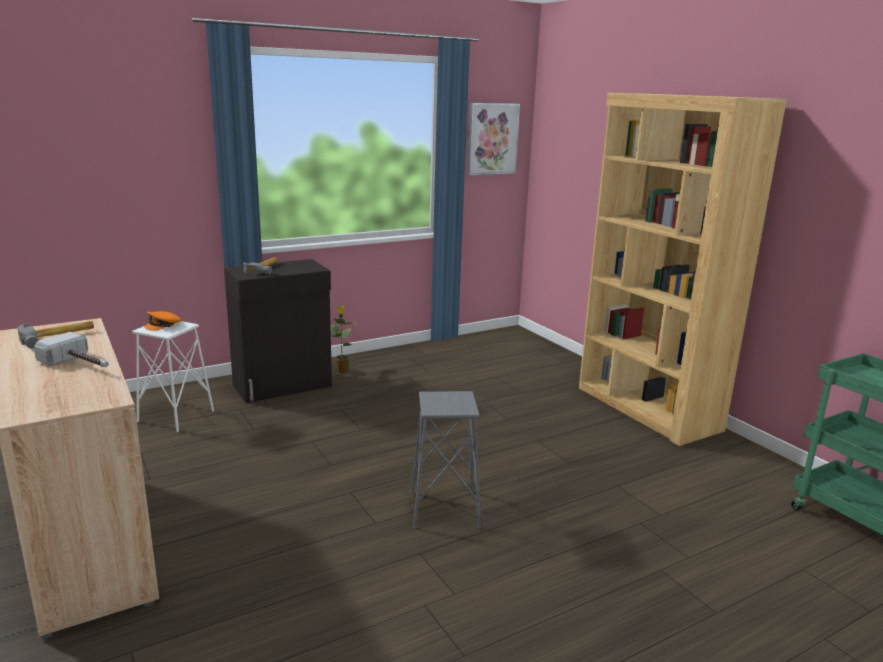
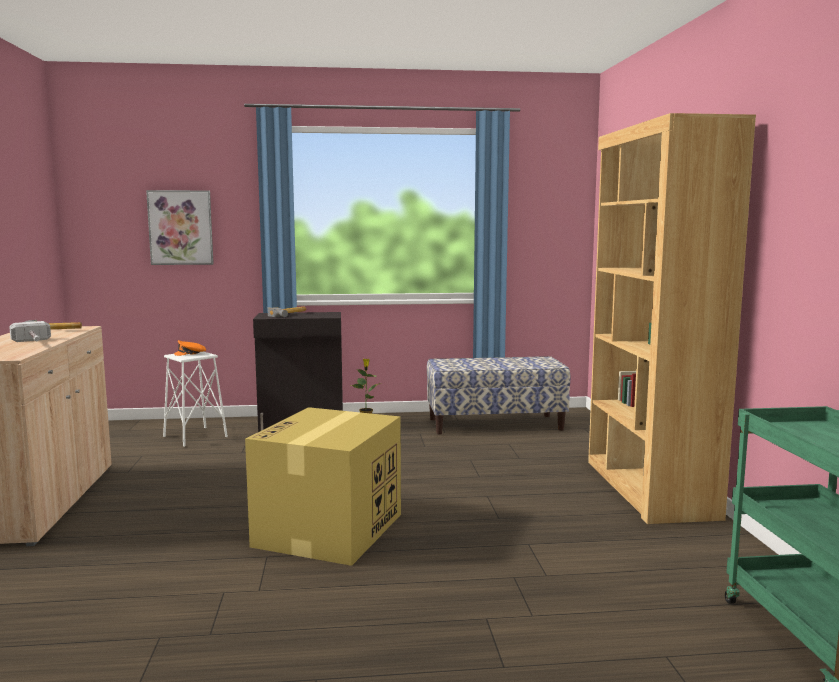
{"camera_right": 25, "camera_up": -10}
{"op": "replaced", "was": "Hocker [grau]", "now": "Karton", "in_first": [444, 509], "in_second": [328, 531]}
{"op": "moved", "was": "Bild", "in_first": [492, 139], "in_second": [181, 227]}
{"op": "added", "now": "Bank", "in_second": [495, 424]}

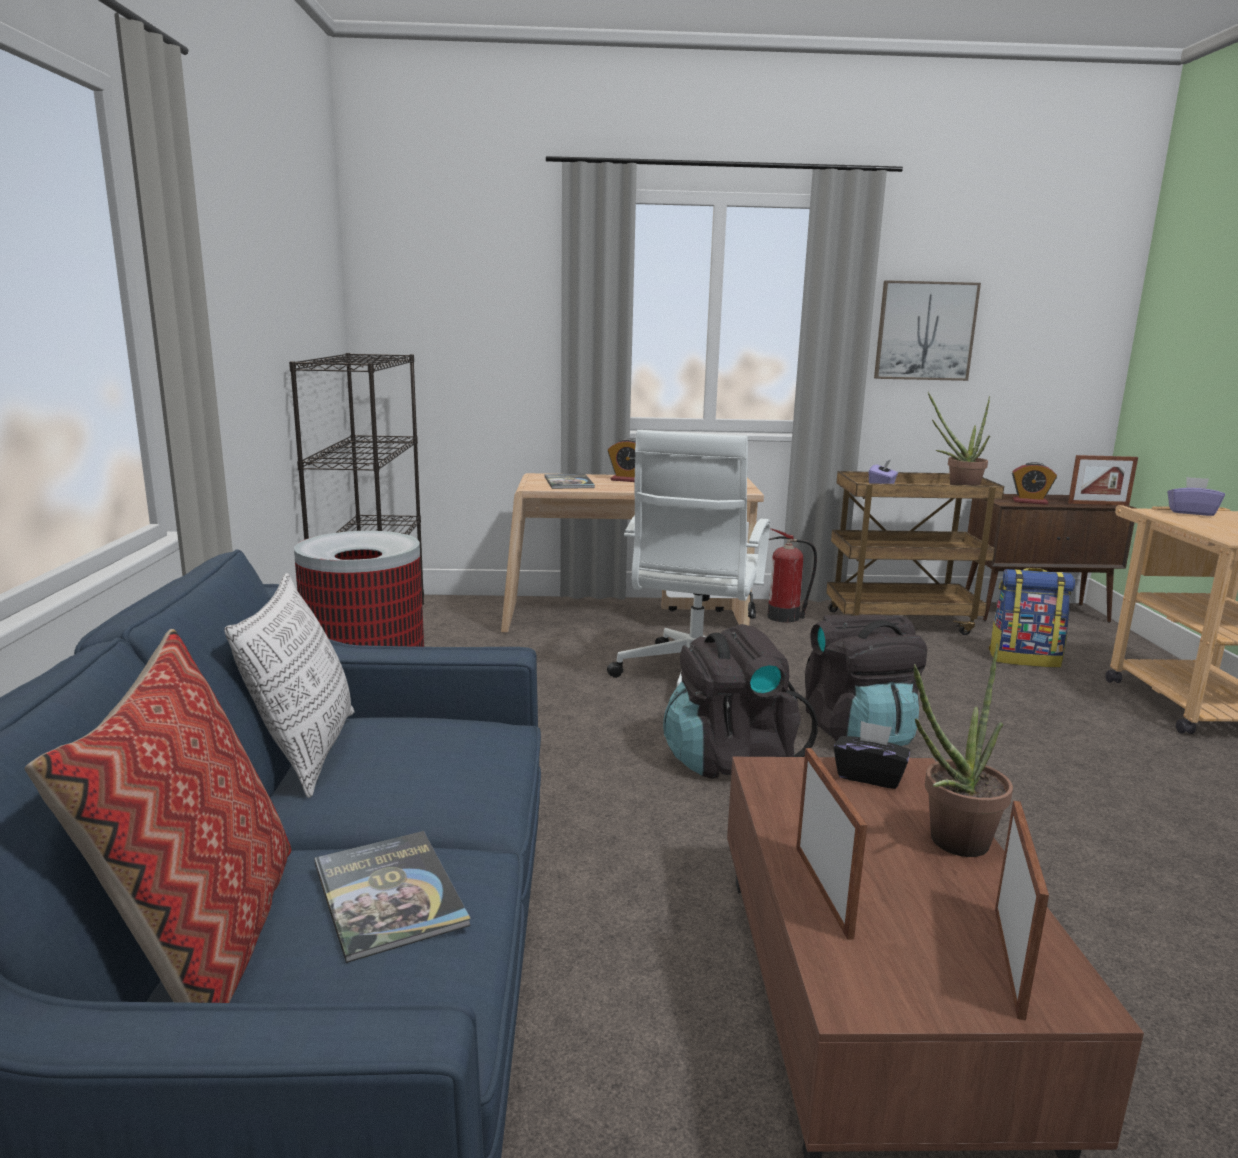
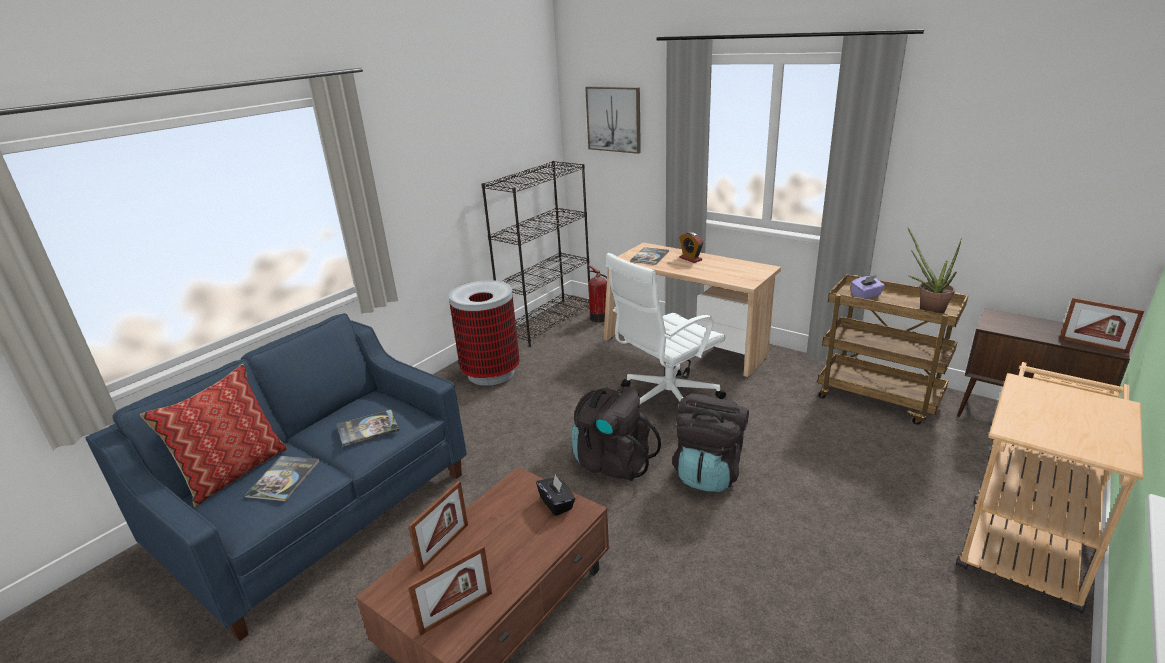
{"camera_right": 40, "camera_up": 10}
{"op": "removed", "was": "Kissen", "in_first": [306, 753]}
{"op": "moved", "was": "Feuerlöscher", "in_first": [785, 617], "in_second": [600, 318]}
{"op": "moved", "was": "Bild", "in_first": [925, 331], "in_second": [614, 119]}
{"op": "removed", "was": "Topfpflanze", "in_first": [950, 844]}
{"op": "removed", "was": "Rucksack", "in_first": [1024, 659]}
{"op": "removed", "was": "Wecker", "in_first": [1030, 502]}
{"op": "removed", "was": "Taschentuchbox [lila]", "in_first": [1191, 512]}
{"op": "added", "now": "Buch", "in_second": [368, 428]}

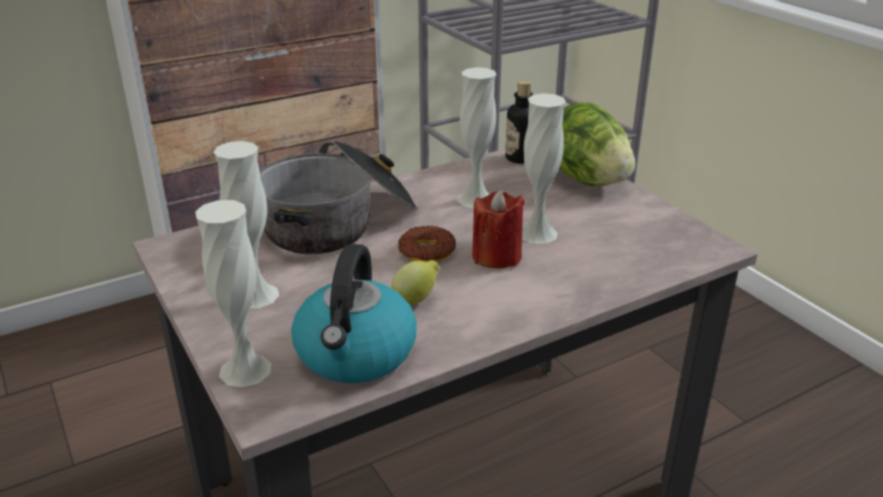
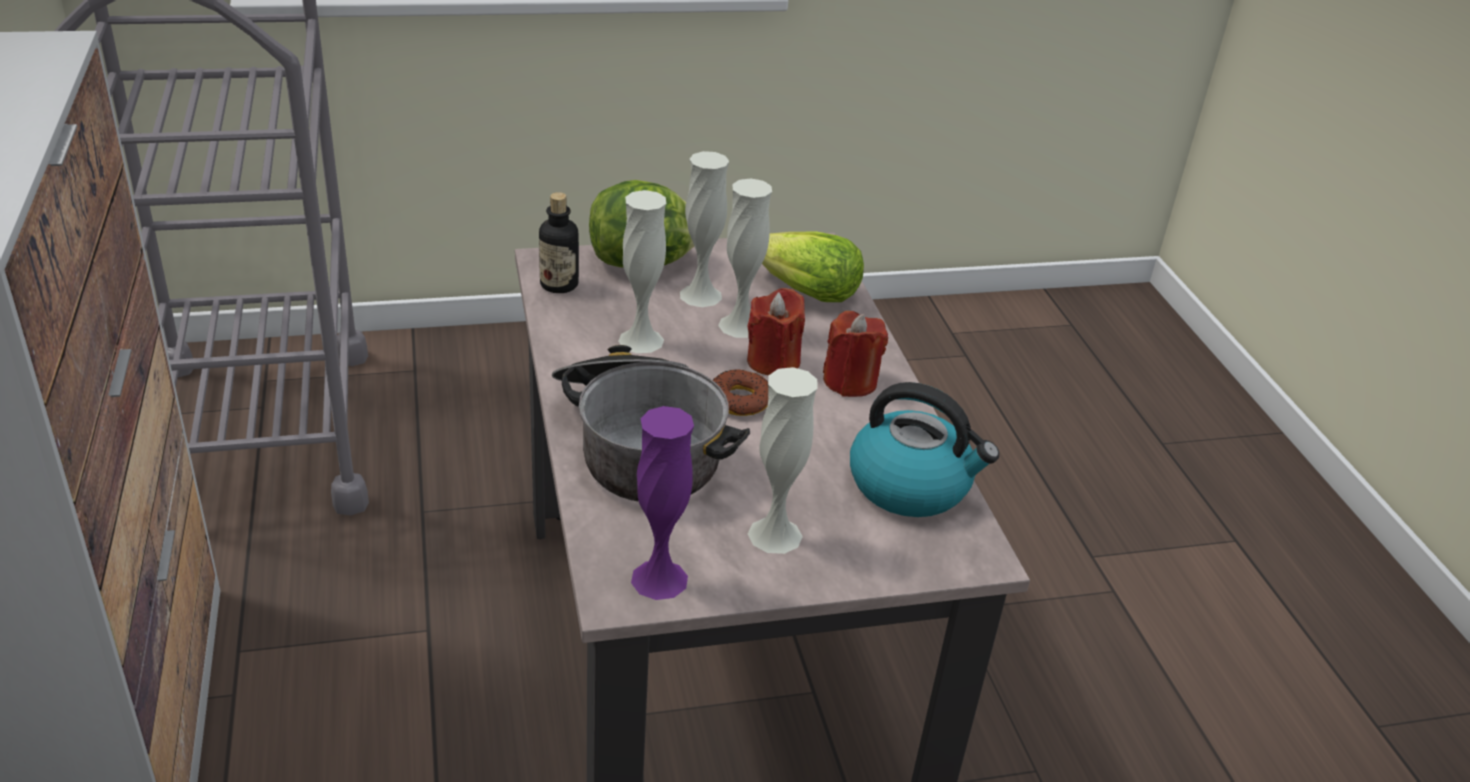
{"camera_right": -75, "camera_up": 5}
{"op": "moved", "was": "Vase [weiß]", "in_first": [245, 370], "in_second": [700, 295]}
{"op": "removed", "was": "Zitrone", "in_first": [416, 299]}
{"op": "added", "now": "Vase [lila]", "in_second": [659, 579]}
{"op": "added", "now": "Salatkopf", "in_second": [805, 292]}
{"op": "added", "now": "Kerze [rot]", "in_second": [850, 381]}

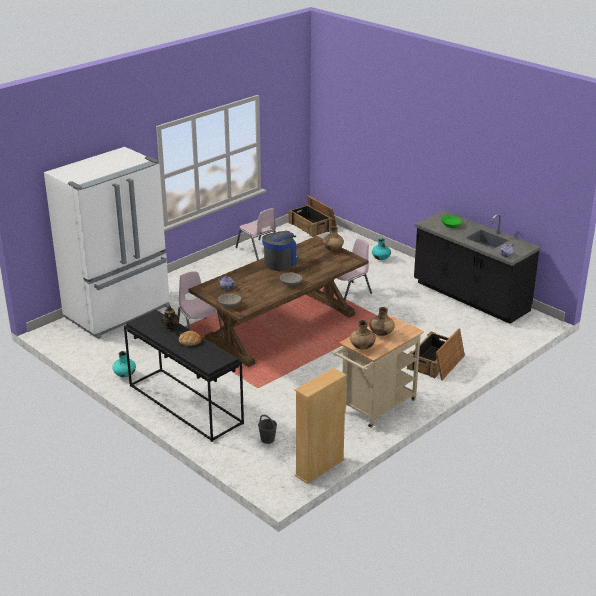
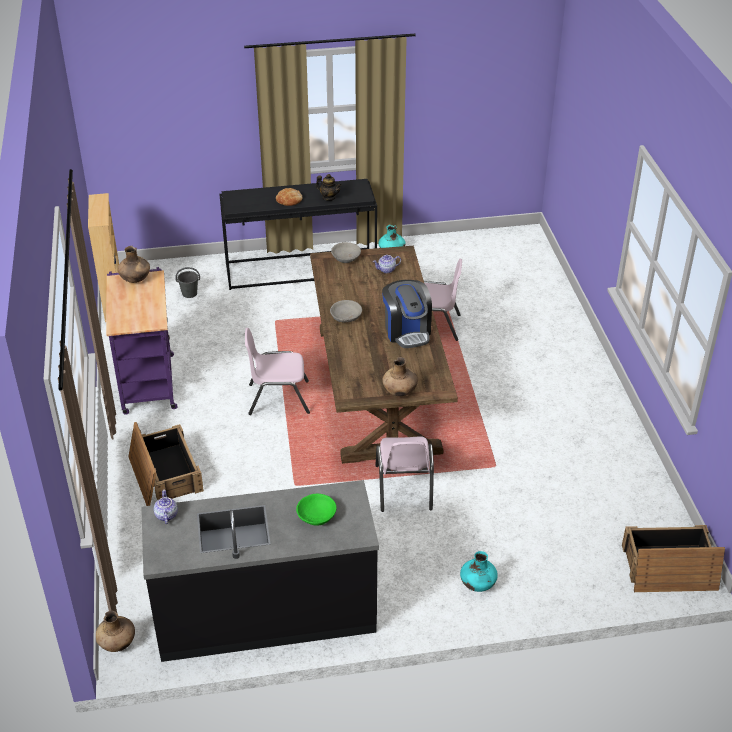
{"camera_right": 125, "camera_up": 10}
{"op": "removed", "was": "Kühlschrank [weiß]", "in_first": [119, 312]}
{"op": "moved", "was": "Stuhl [rosa]", "in_first": [258, 250], "in_second": [278, 398]}
{"op": "recoloured", "was": "Rollwagen [beige]", "now": "Rollwagen [lila]", "in_first": [375, 408], "in_second": [148, 380]}
{"op": "moved", "was": "Vase [braun]", "in_first": [381, 334], "in_second": [117, 643]}

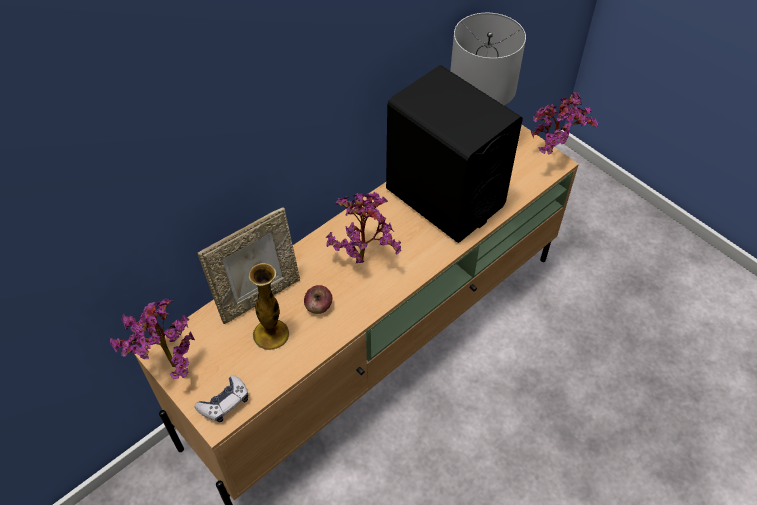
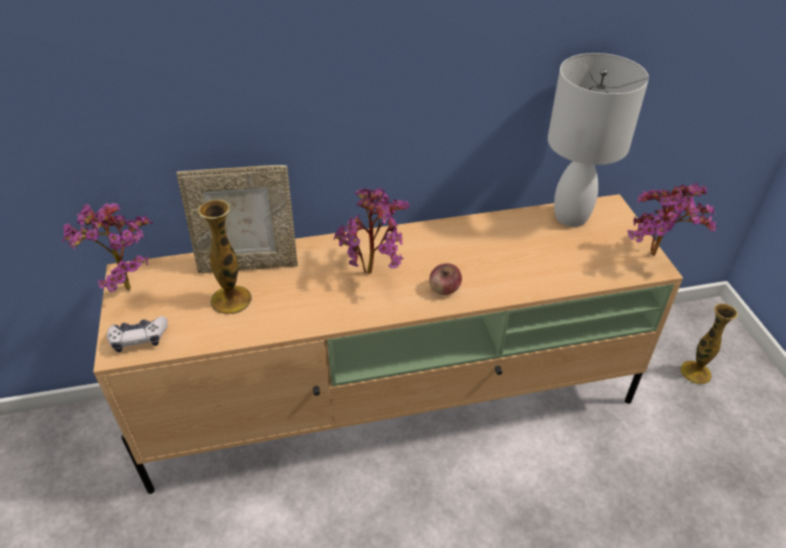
{"camera_right": 30, "camera_up": -10}
{"op": "moved", "was": "Apfel", "in_first": [318, 306], "in_second": [444, 289]}
{"op": "removed", "was": "Lautsprecher [schwarz]", "in_first": [444, 197]}
{"op": "added", "now": "Vase", "in_second": [695, 372]}

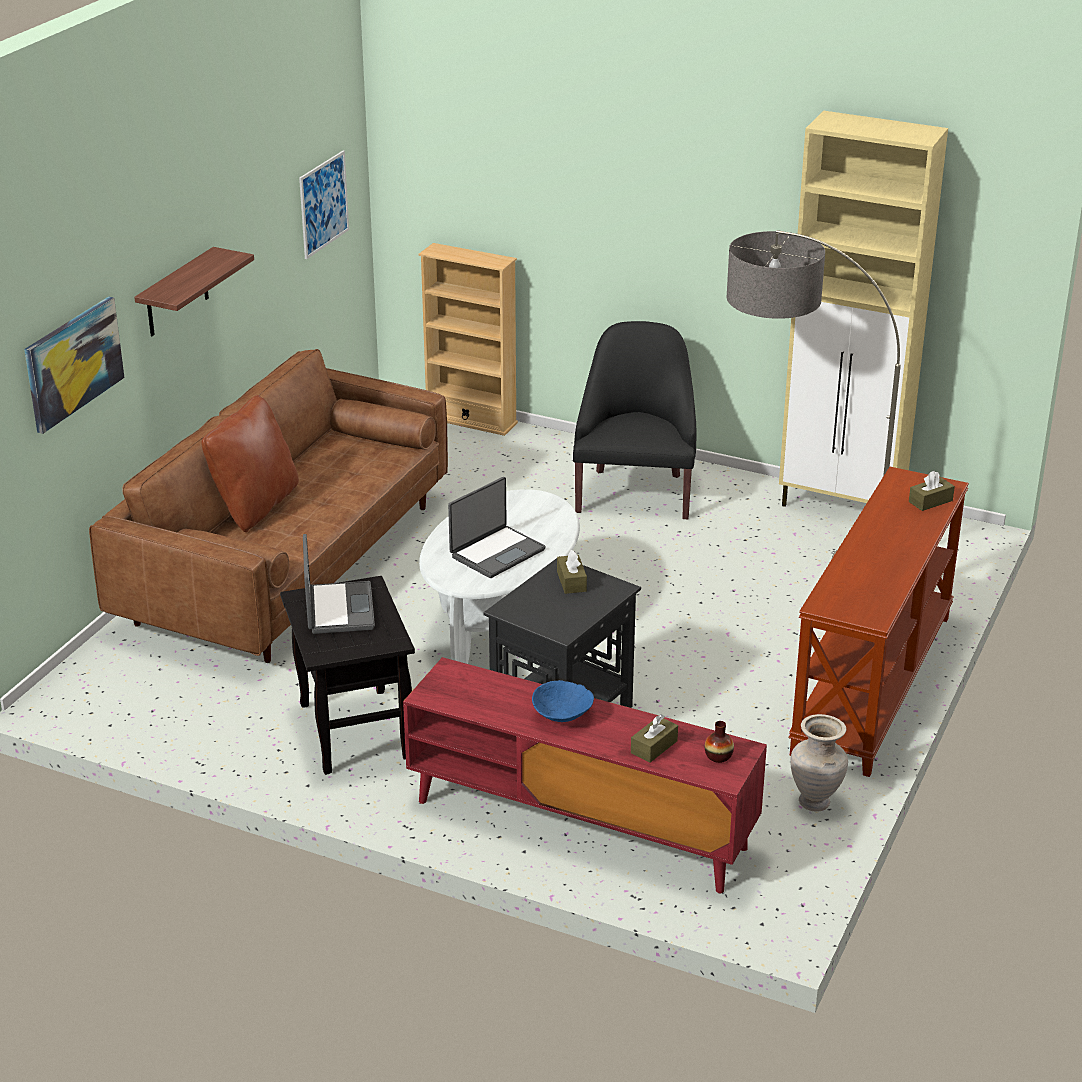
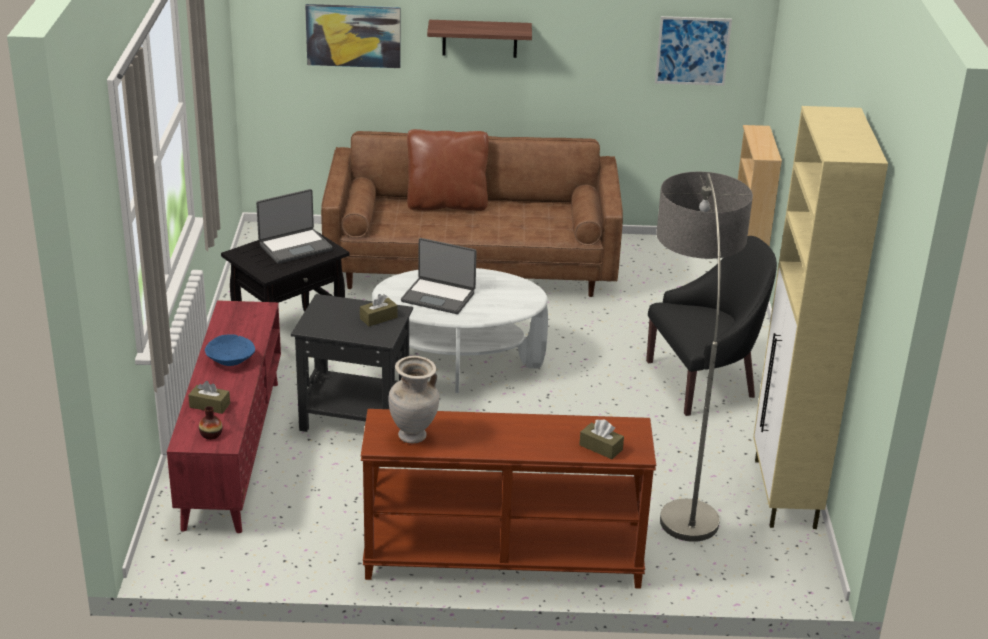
{"camera_right": 65, "camera_up": 0}
{"op": "moved", "was": "Vase [beige]", "in_first": [815, 802], "in_second": [413, 437]}

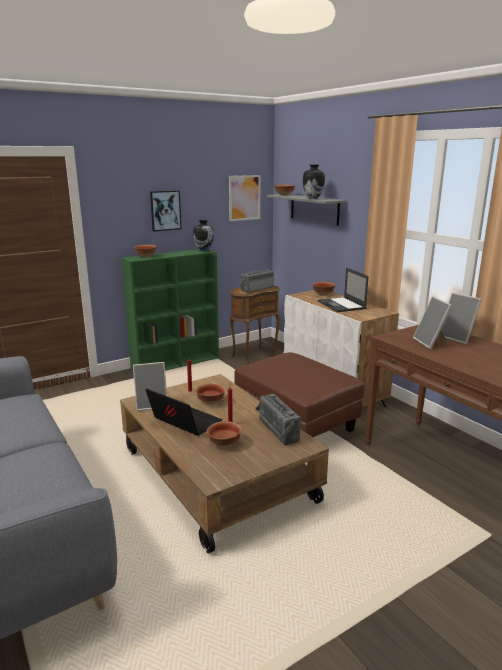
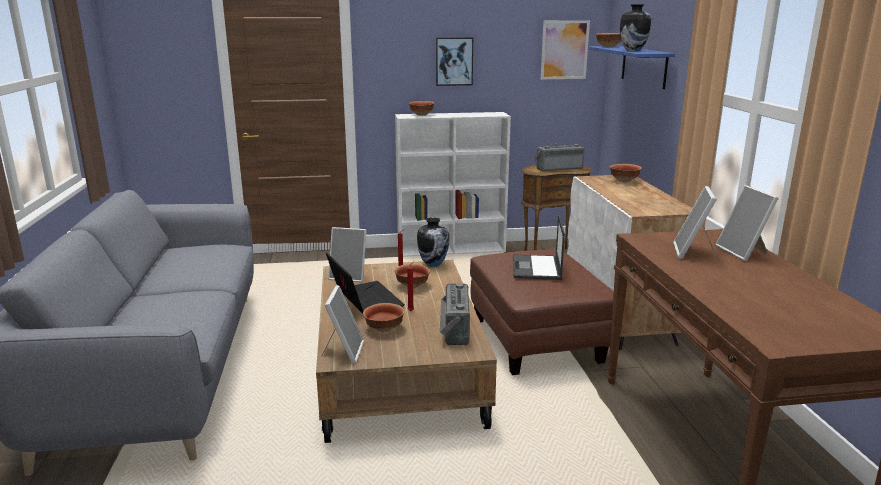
{"camera_right": 25, "camera_up": 0}
{"op": "recoloured", "was": "Bücherregal [grün]", "now": "Bücherregal [weiß]", "in_first": [176, 363], "in_second": [452, 249]}
{"op": "moved", "was": "Vase", "in_first": [204, 250], "in_second": [433, 264]}
{"op": "recoloured", "was": "Wandregal [grau]", "now": "Wandregal [blau]", "in_first": [314, 209], "in_second": [643, 66]}
{"op": "moved", "was": "Laptop", "in_first": [342, 305], "in_second": [536, 268]}
{"op": "added", "now": "Bilderrahmen", "in_second": [343, 352]}

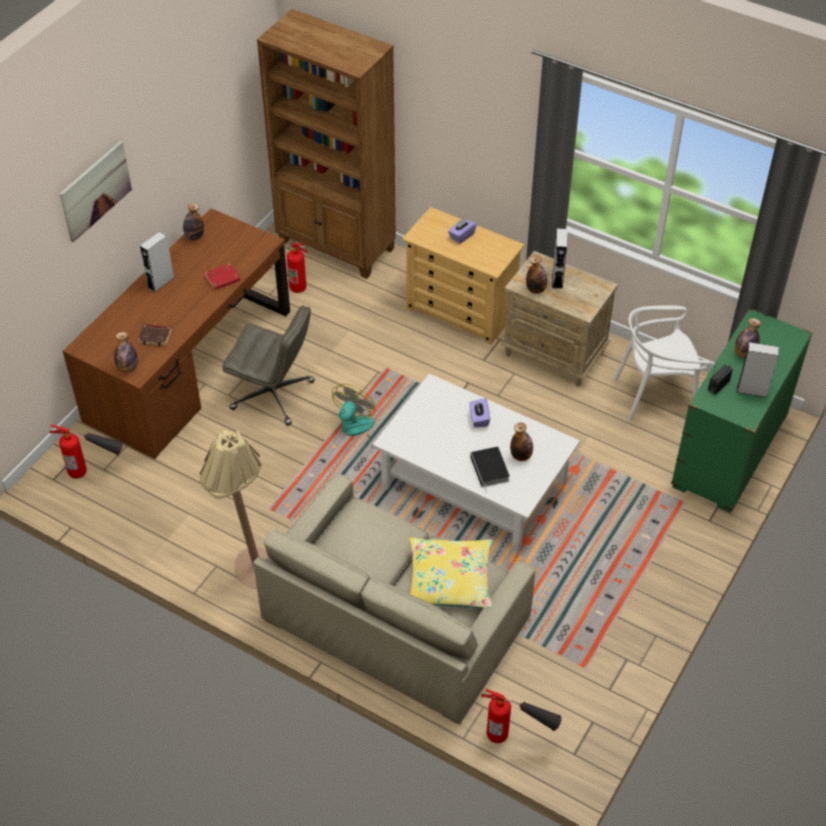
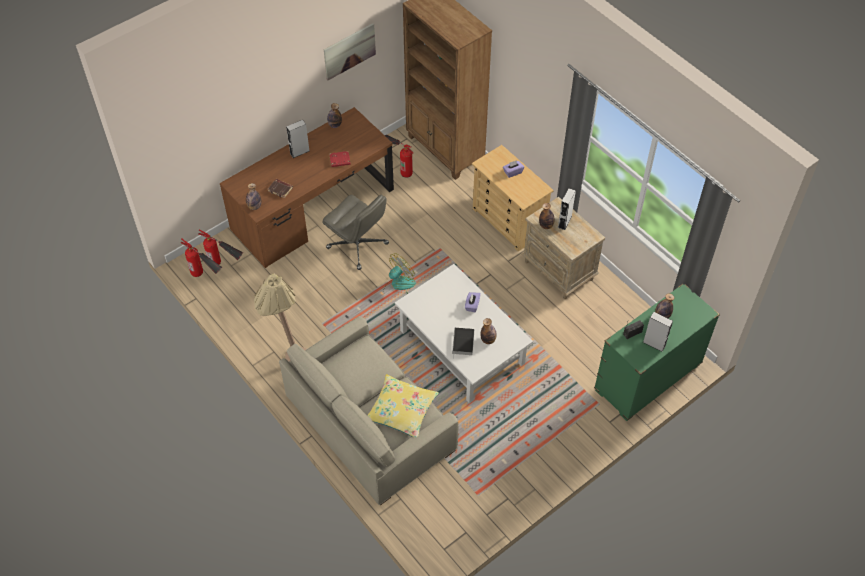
{"camera_right": 20, "camera_up": 5}
{"op": "moved", "was": "Bild", "in_first": [95, 191], "in_second": [349, 51]}
{"op": "moved", "was": "Feuerlöscher", "in_first": [517, 737], "in_second": [206, 277]}
{"op": "removed", "was": "Stuhl [weiß]", "in_first": [655, 395]}

